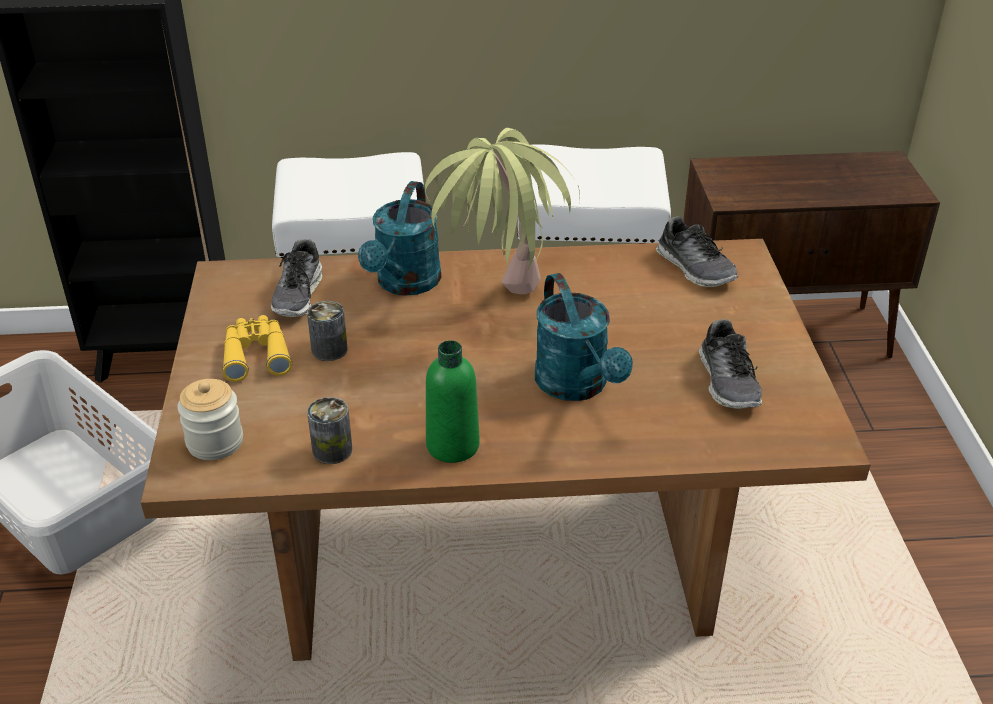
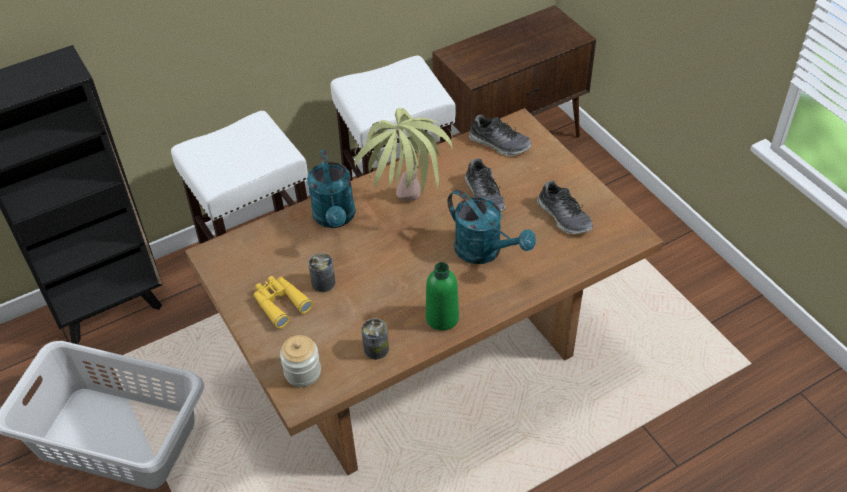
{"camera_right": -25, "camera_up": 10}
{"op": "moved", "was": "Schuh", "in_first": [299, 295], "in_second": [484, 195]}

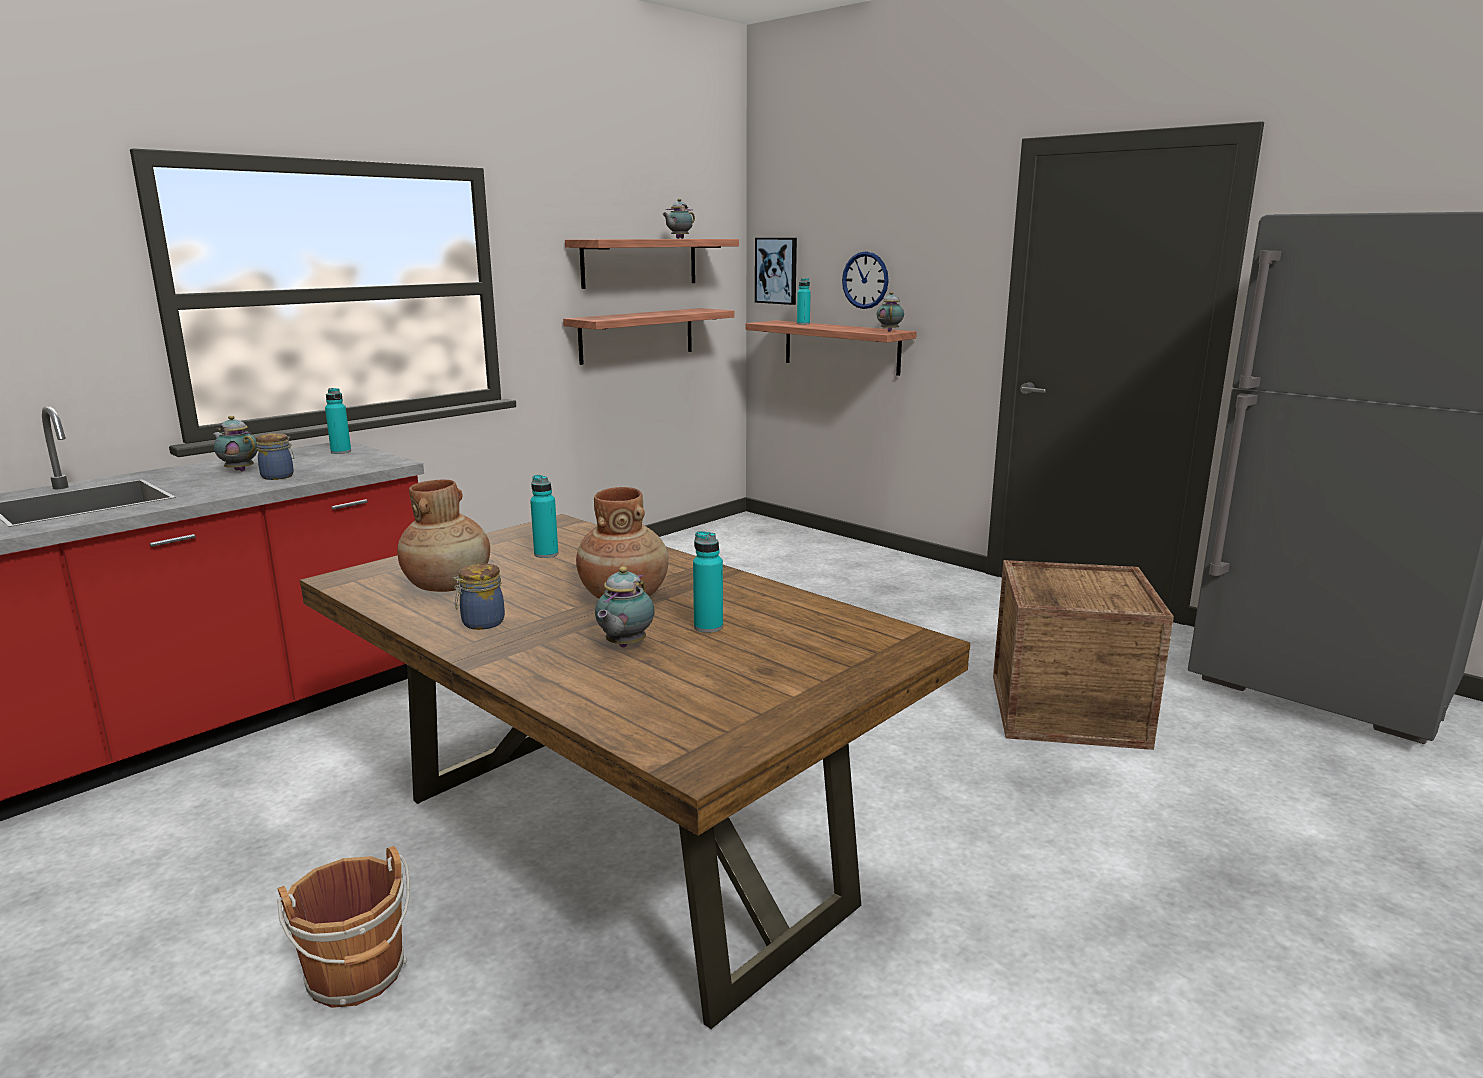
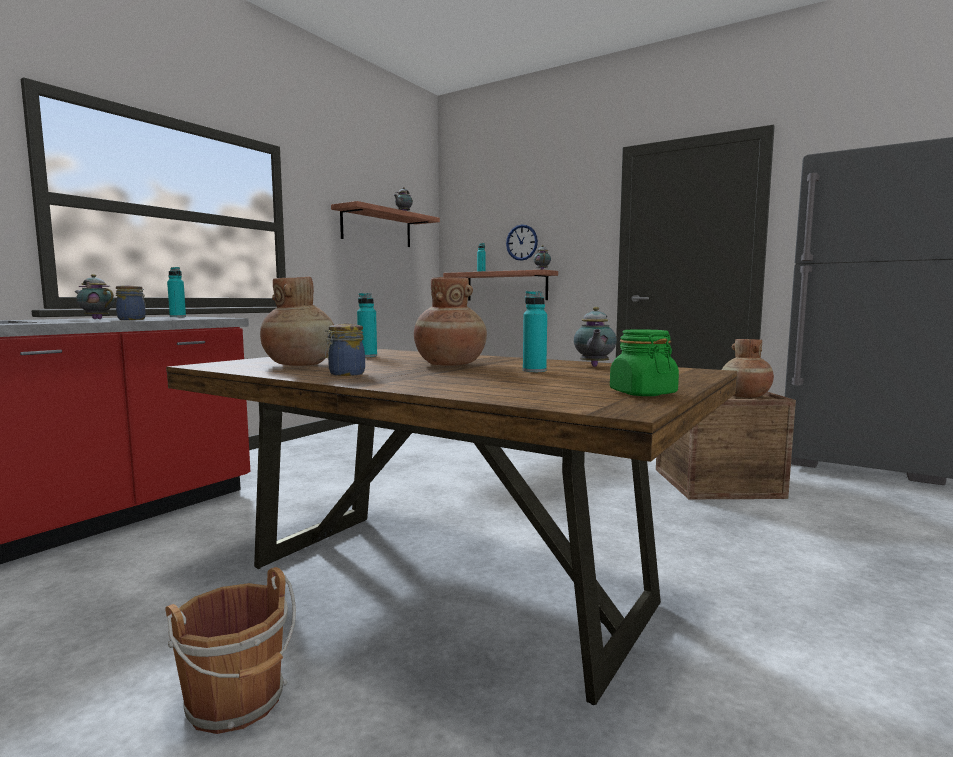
{"camera_right": -10, "camera_up": -10}
{"op": "removed", "was": "Wandregal", "in_first": [637, 335]}
{"op": "moved", "was": "Teekanne", "in_first": [624, 645], "in_second": [593, 366]}
{"op": "removed", "was": "Bild", "in_first": [776, 270]}
{"op": "added", "now": "Vorratsglas [grün]", "in_second": [642, 393]}
{"op": "added", "now": "Vase [braun]", "in_second": [745, 396]}

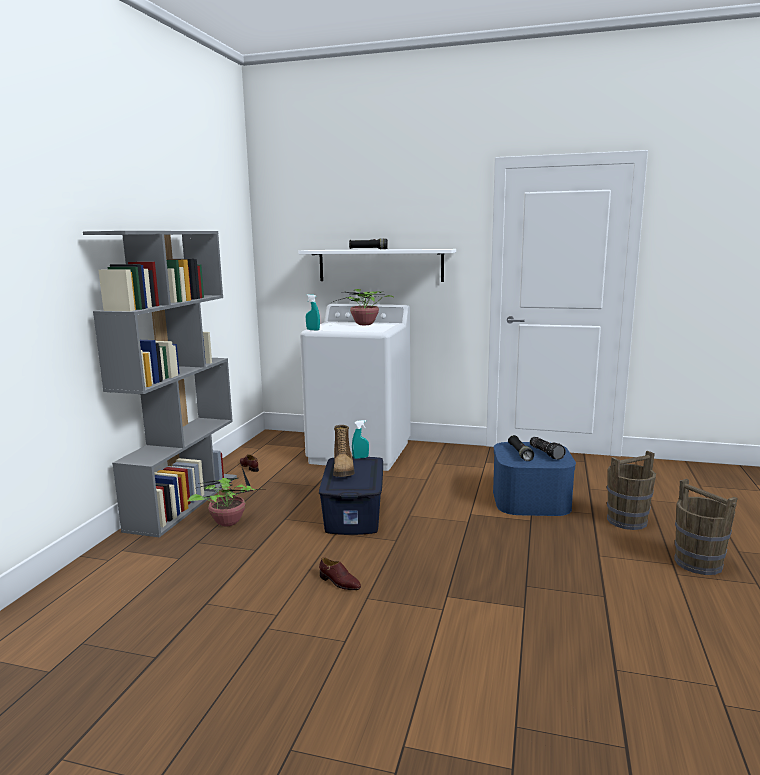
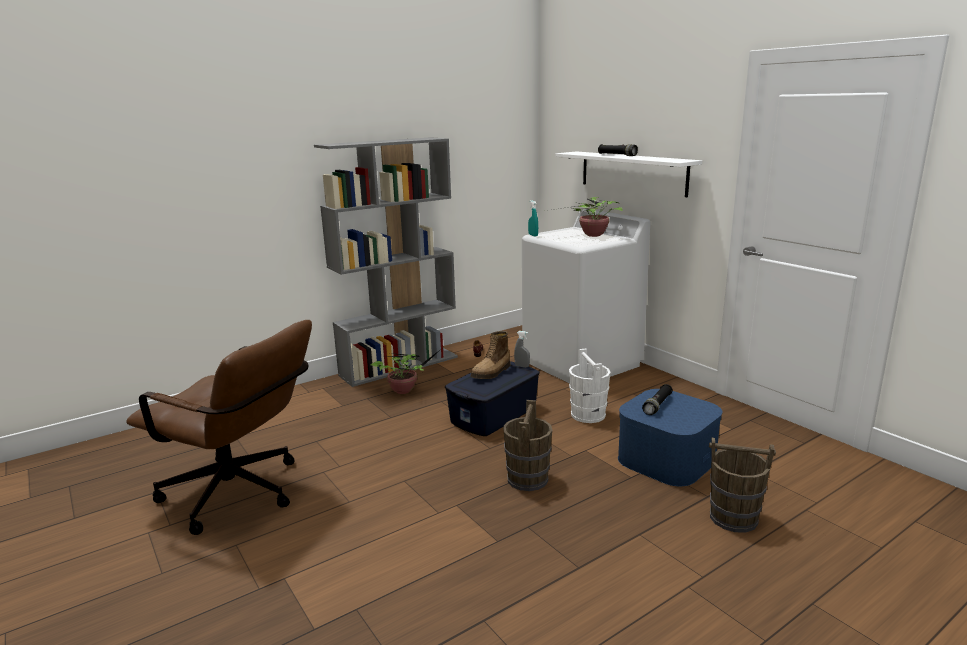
{"camera_right": 40, "camera_up": 5}
{"op": "removed", "was": "Schuh [braun]", "in_first": [339, 582]}
{"op": "recoloured", "was": "Sprühflasche [türkis]", "now": "Sprühflasche [grau]", "in_first": [360, 457], "in_second": [522, 366]}
{"op": "removed", "was": "Taschenlampe", "in_first": [546, 453]}
{"op": "moved", "was": "Eimer [braun]", "in_first": [698, 563], "in_second": [527, 479]}
{"op": "added", "now": "Bürostuhl [braun]", "in_second": [241, 495]}
{"op": "added", "now": "Eimer [weiß]", "in_second": [588, 415]}

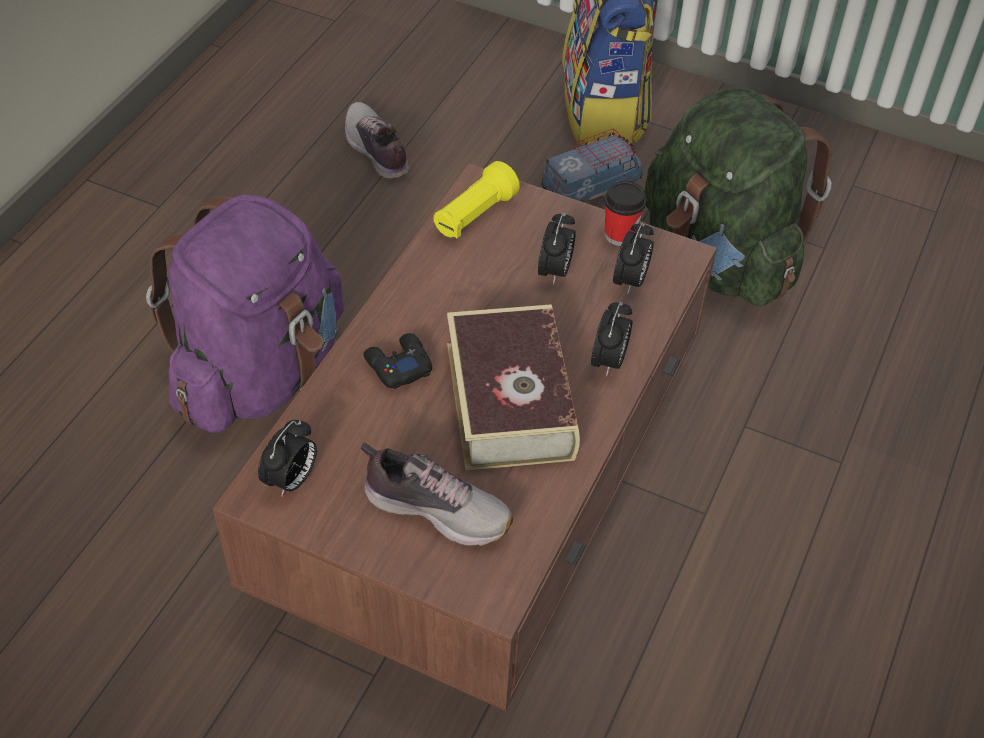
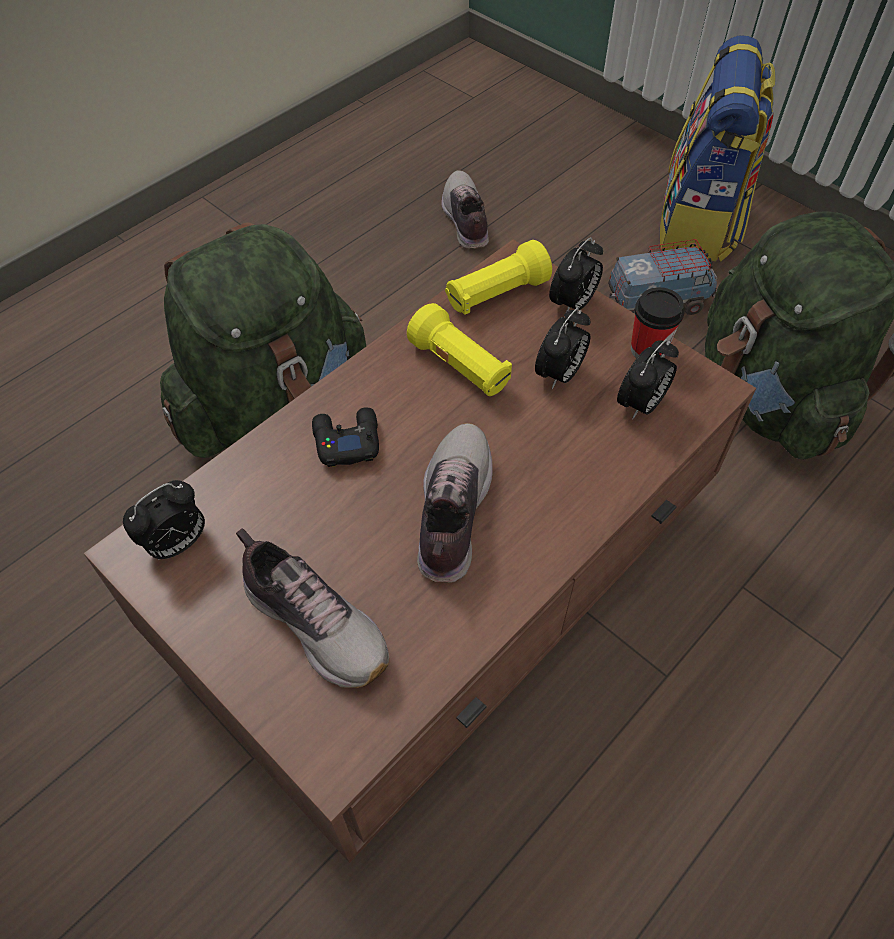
{"camera_right": 20, "camera_up": 5}
{"op": "recoloured", "was": "Rucksack [lila]", "now": "Rucksack [grün]", "in_first": [260, 373], "in_second": [274, 407]}
{"op": "replaced", "was": "Buch", "now": "Schuh", "in_first": [509, 401], "in_second": [451, 512]}
{"op": "moved", "was": "Wecker", "in_first": [609, 361], "in_second": [573, 304]}
{"op": "added", "now": "Taschenlampe [gelb]", "in_second": [460, 367]}

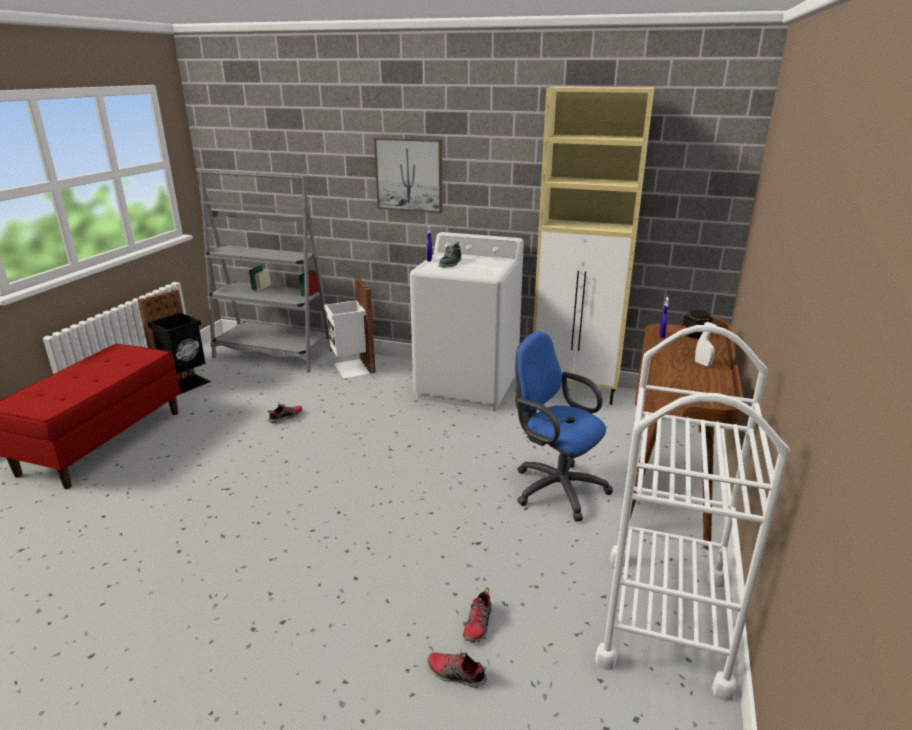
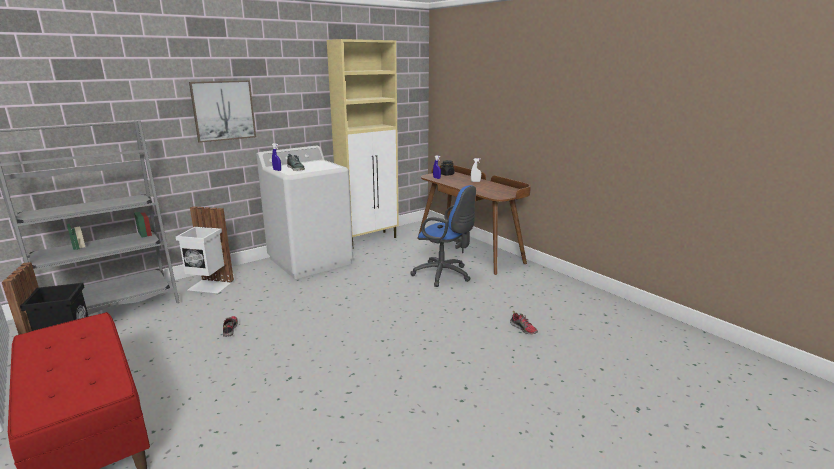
{"camera_right": -55, "camera_up": -5}
{"op": "removed", "was": "Schuh", "in_first": [456, 674]}
{"op": "turned", "was": "Bürostuhl [blau]", "in_first": [554, 487], "in_second": [444, 275], "clockwise": -135}
{"op": "removed", "was": "Rollwagen [weiß]", "in_first": [665, 619]}

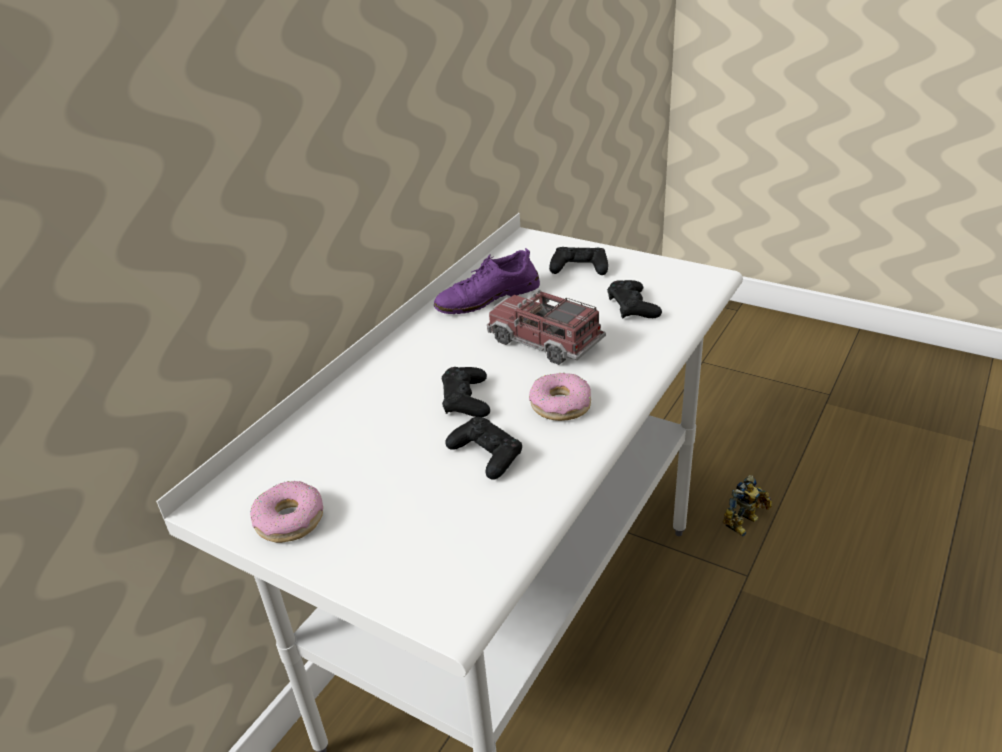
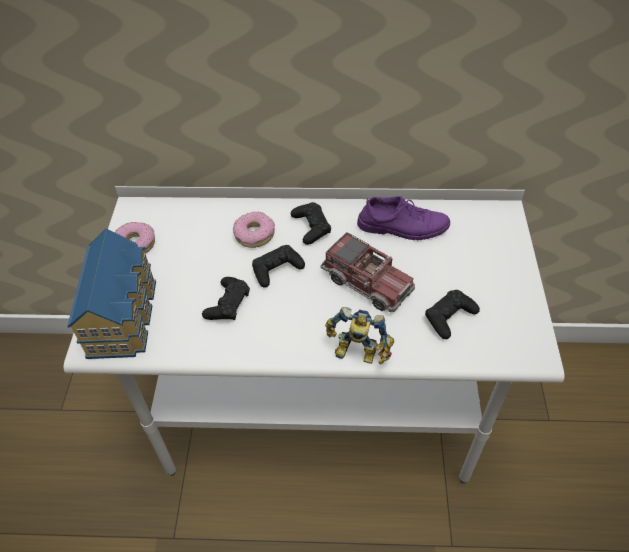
{"camera_right": 60, "camera_up": 15}
{"op": "turned", "was": "Schuh [lila]", "in_first": [487, 297], "in_second": [402, 227], "clockwise": 150}
{"op": "turned", "was": "Spielzeuglaster", "in_first": [544, 342], "in_second": [367, 282], "clockwise": 120}
{"op": "moved", "was": "Donut", "in_first": [561, 405], "in_second": [254, 234]}
{"op": "moved", "was": "Gamepad [schwarz]", "in_first": [579, 268], "in_second": [311, 227]}
{"op": "moved", "was": "Spielzeugroboter", "in_first": [745, 523], "in_second": [357, 354]}
{"op": "added", "now": "Spielzeughaus", "in_second": [125, 315]}

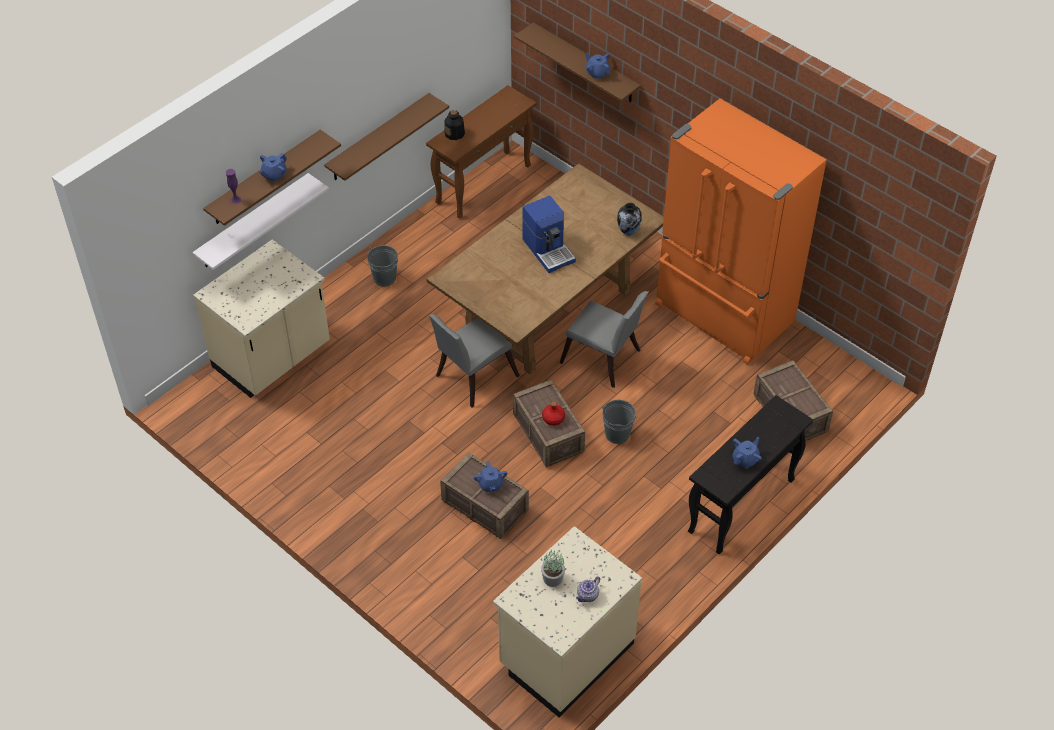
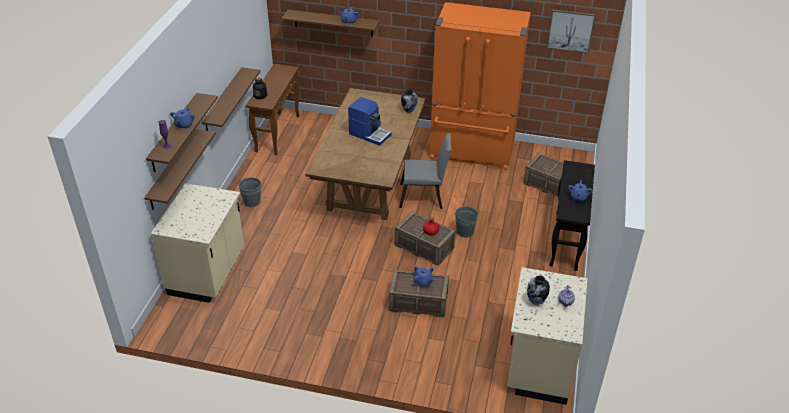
{"camera_right": -30, "camera_up": -10}
{"op": "recoloured", "was": "Wandregal [weiß]", "now": "Wandregal [braun]", "in_first": [253, 222], "in_second": [172, 170]}
{"op": "removed", "was": "Stuhl [grau]", "in_first": [472, 378]}
{"op": "replaced", "was": "Topfpflanze", "now": "Vase", "in_first": [552, 578], "in_second": [536, 301]}
{"op": "added", "now": "Bild", "in_second": [570, 30]}

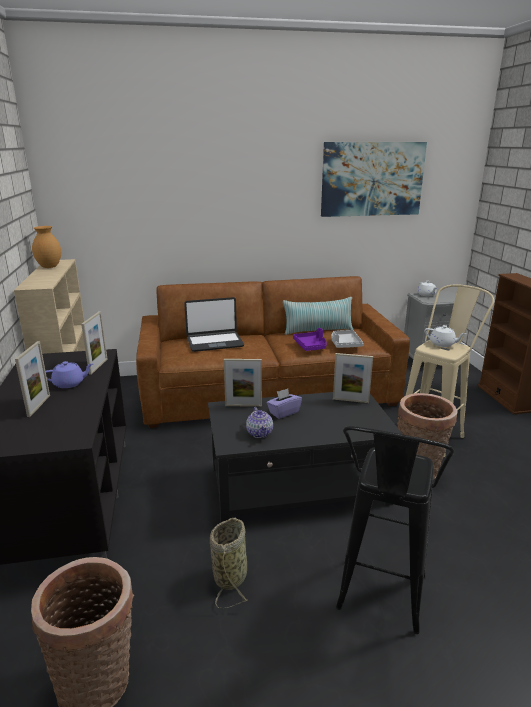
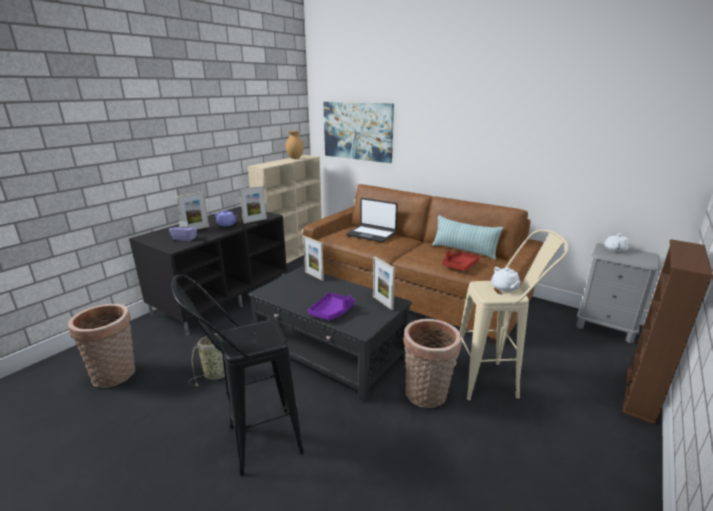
{"camera_right": 45, "camera_up": 0}
{"op": "removed", "was": "Teekanne", "in_first": [260, 433]}
{"op": "moved", "was": "Taschentuchbox [lila]", "in_first": [283, 412], "in_second": [185, 238]}
{"op": "moved", "was": "Tablett [lila]", "in_first": [311, 346], "in_second": [332, 312]}
{"op": "moved", "was": "Bild", "in_first": [372, 179], "in_second": [357, 131]}
{"op": "recoloured", "was": "Tablett [grau]", "now": "Tablett [rot]", "in_first": [344, 344], "in_second": [460, 265]}

